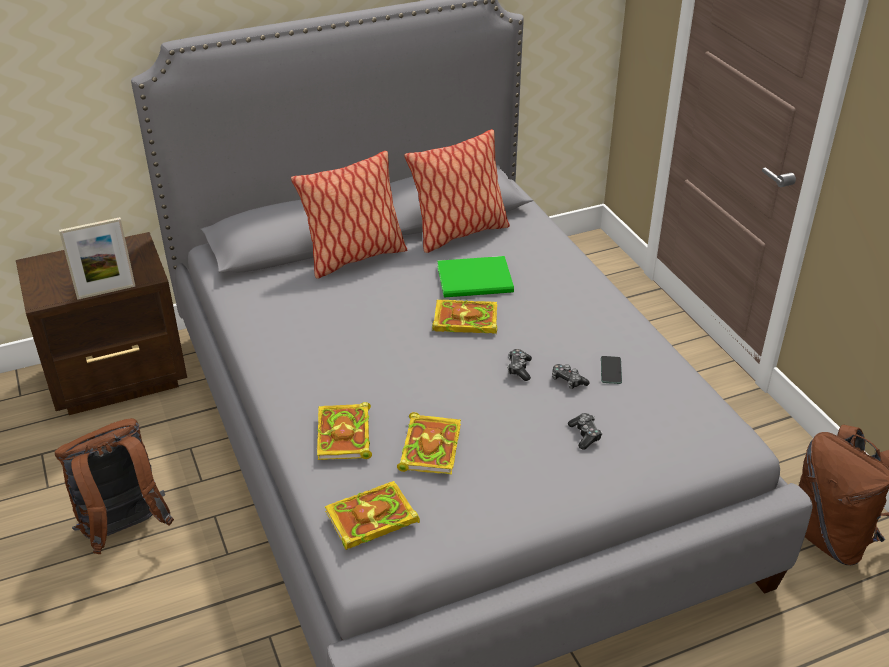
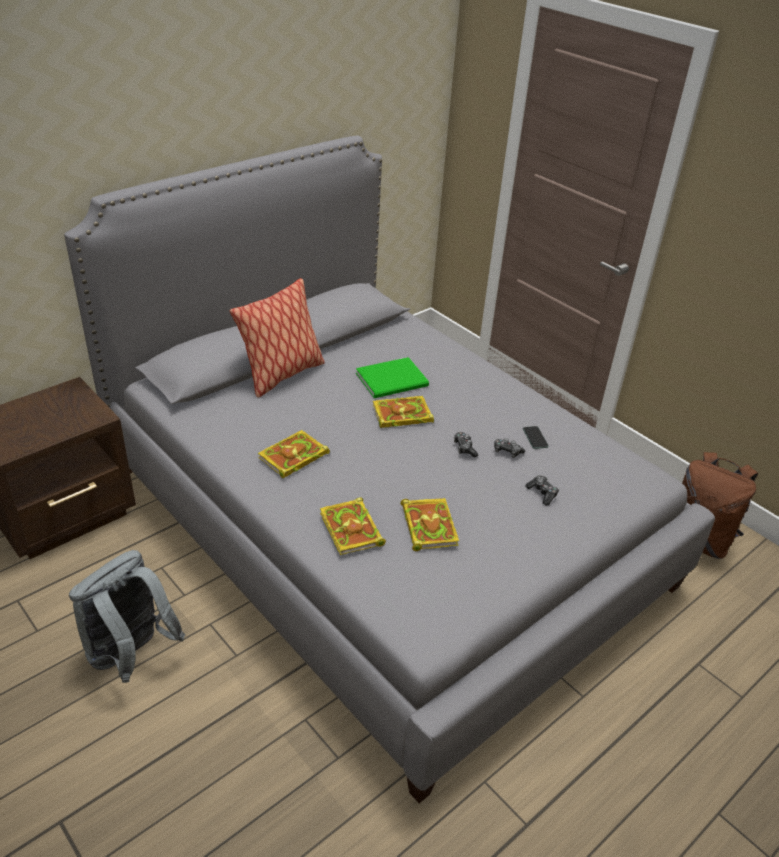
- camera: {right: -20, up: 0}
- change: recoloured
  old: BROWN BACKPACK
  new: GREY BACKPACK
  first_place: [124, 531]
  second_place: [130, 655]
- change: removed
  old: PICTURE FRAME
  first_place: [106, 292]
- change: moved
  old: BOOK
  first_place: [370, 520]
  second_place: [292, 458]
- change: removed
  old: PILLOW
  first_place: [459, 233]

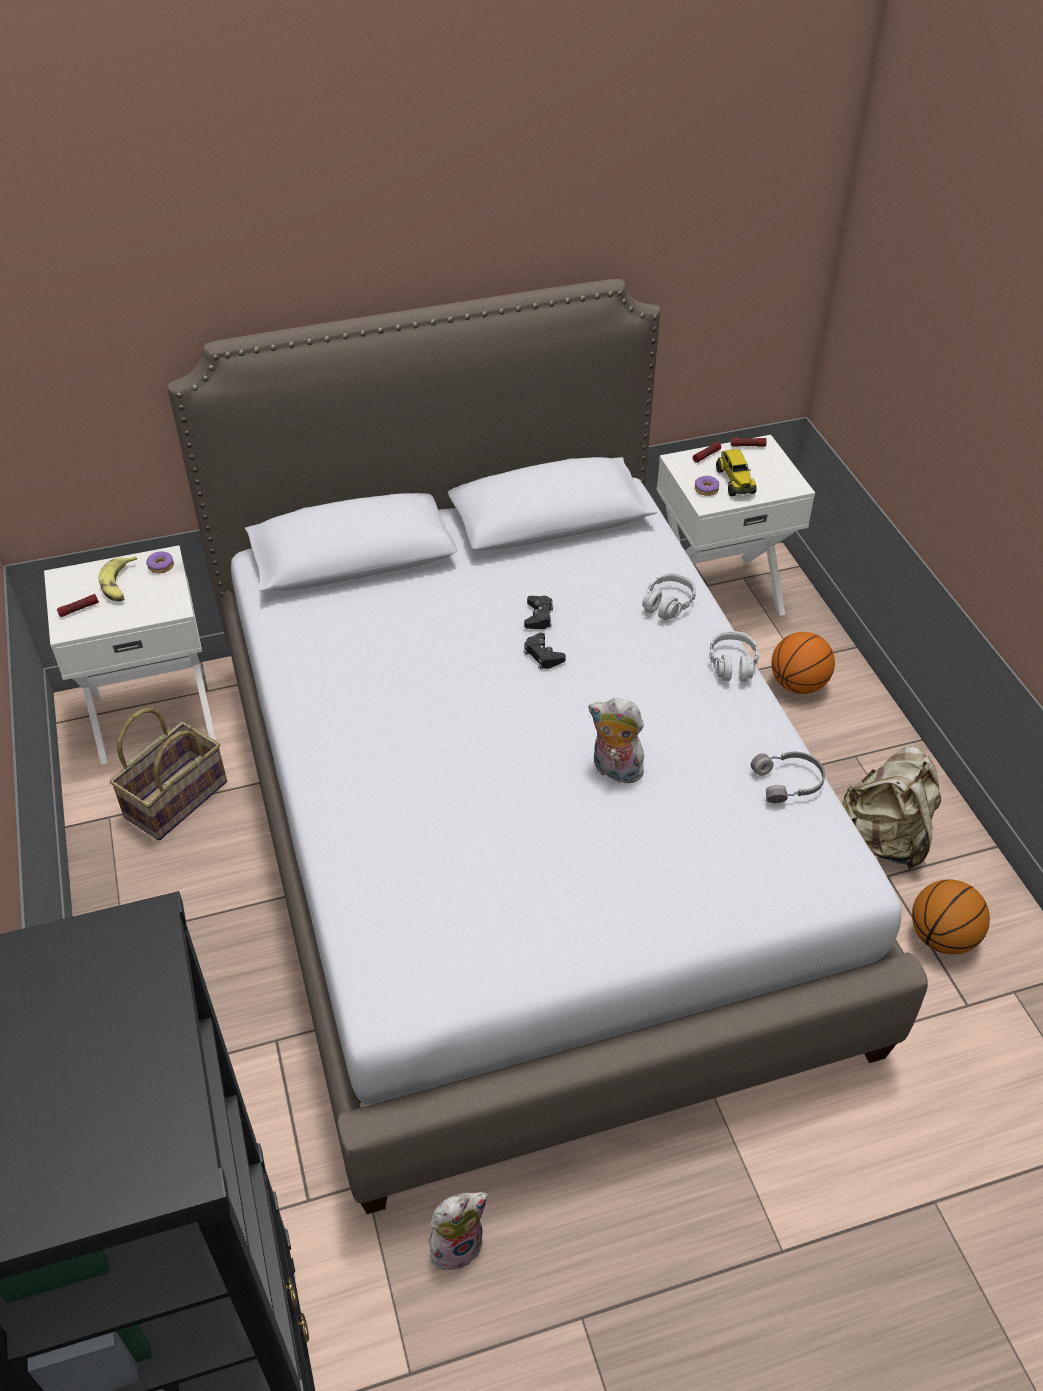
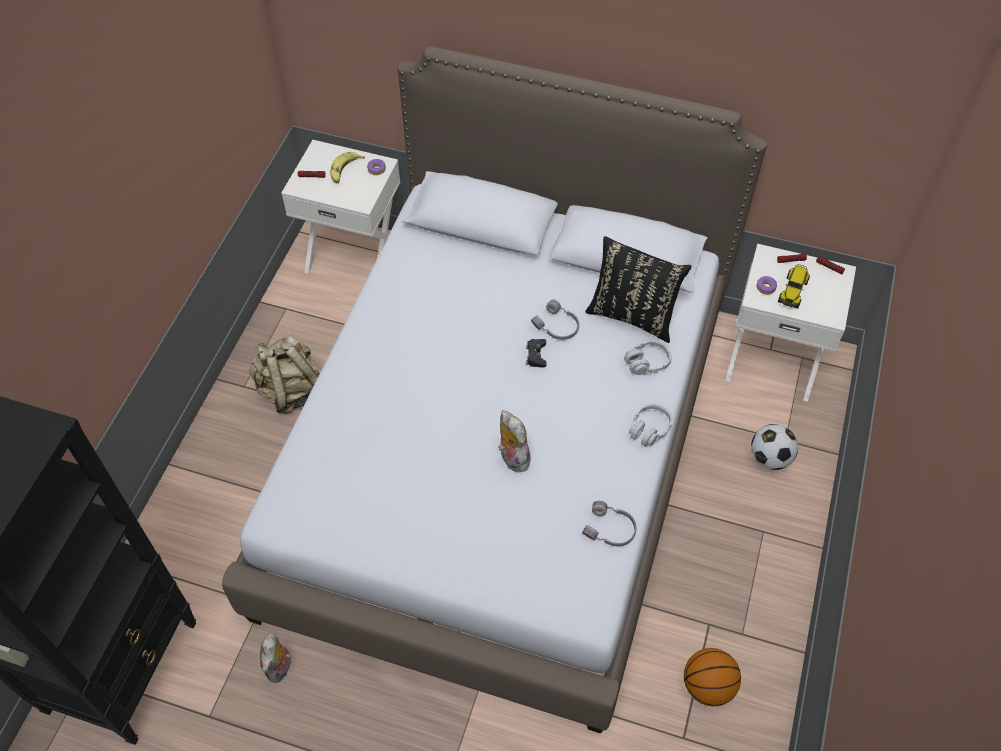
- camera: {right: 35, up: 10}
- change: removed
  old: BASKET
  first_place: [175, 798]
- change: turned
  old: PLUSH TOY
  first_place: [457, 1244]
  second_place: [280, 668]
  degrees: 90
- change: replaced
  old: BLACK GAME CONTROLLER
  new: GREY HEADPHONES
  first_place: [538, 616]
  second_place: [557, 326]
- change: replaced
  old: BASKETBALL
  new: FOOTBALL
  first_place: [798, 684]
  second_place: [769, 458]
- change: moved
  old: BEIGE BACKPACK
  first_place: [884, 839]
  second_place: [291, 390]
- change: added
  new: BLACK PILLOW
  second_place: [633, 315]

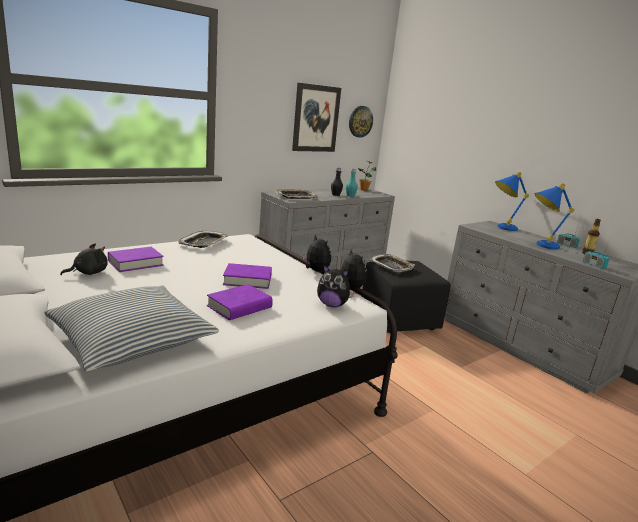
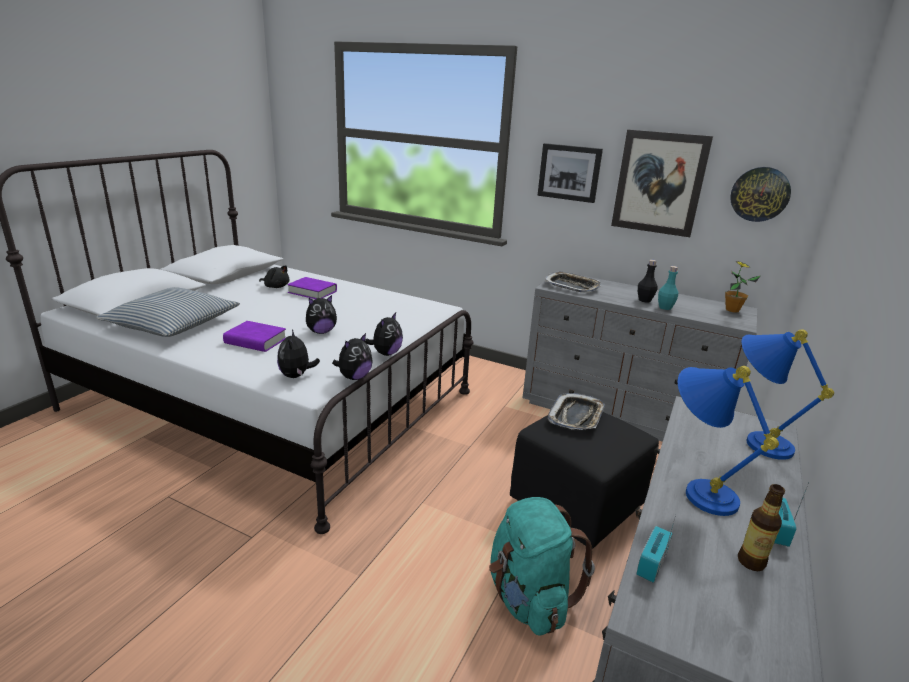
- camera: {right: 65, up: 5}
- change: removed
  old: TRAY
  first_place: [204, 243]
- change: replaced
  old: PURPLE BOOK
  new: PLUSH TOY
  first_place: [247, 280]
  second_place: [321, 332]
- change: added
  new: TURQUOISE BACKPACK
  second_place: [528, 598]
- change: added
  new: PICTURE
  second_place: [569, 172]

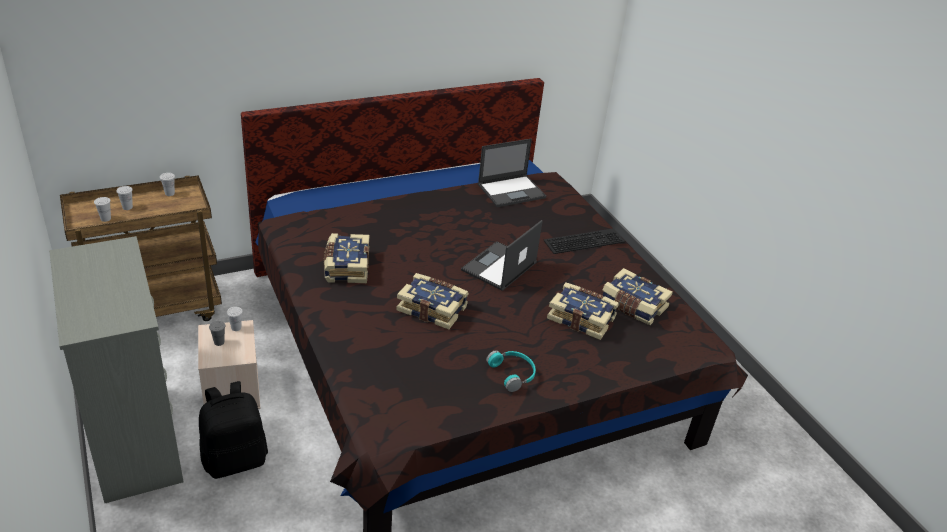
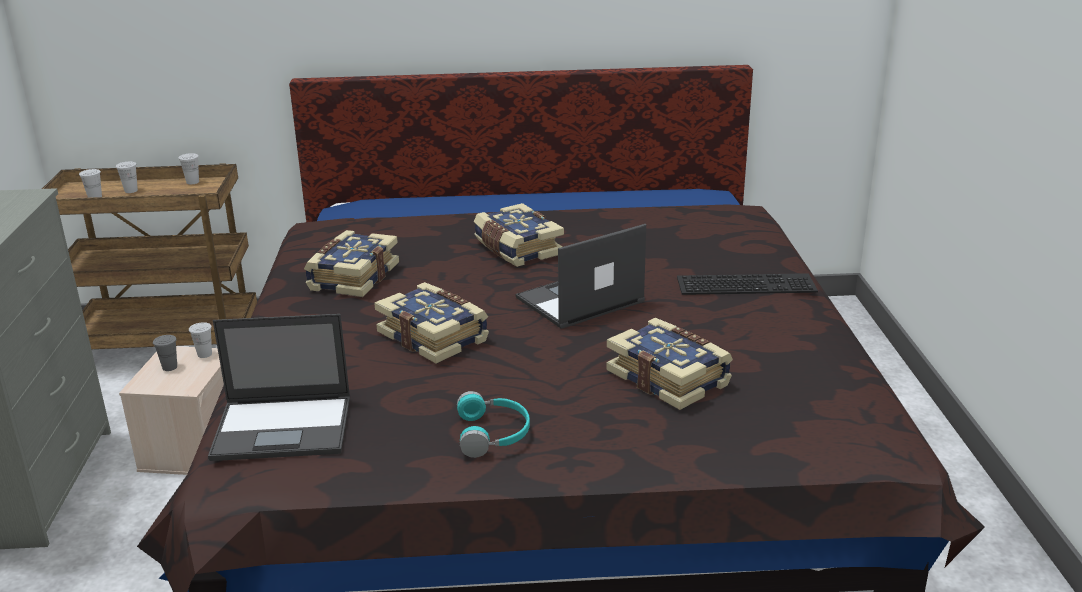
- camera: {right: 25, up: -10}
- change: removed
  old: BLACK BACKPACK
  first_place: [235, 459]
- change: moved
  old: LAPTOP
  first_place: [512, 191]
  second_place: [285, 428]
- change: moved
  old: BOOK
  first_place: [633, 306]
  second_place: [516, 249]

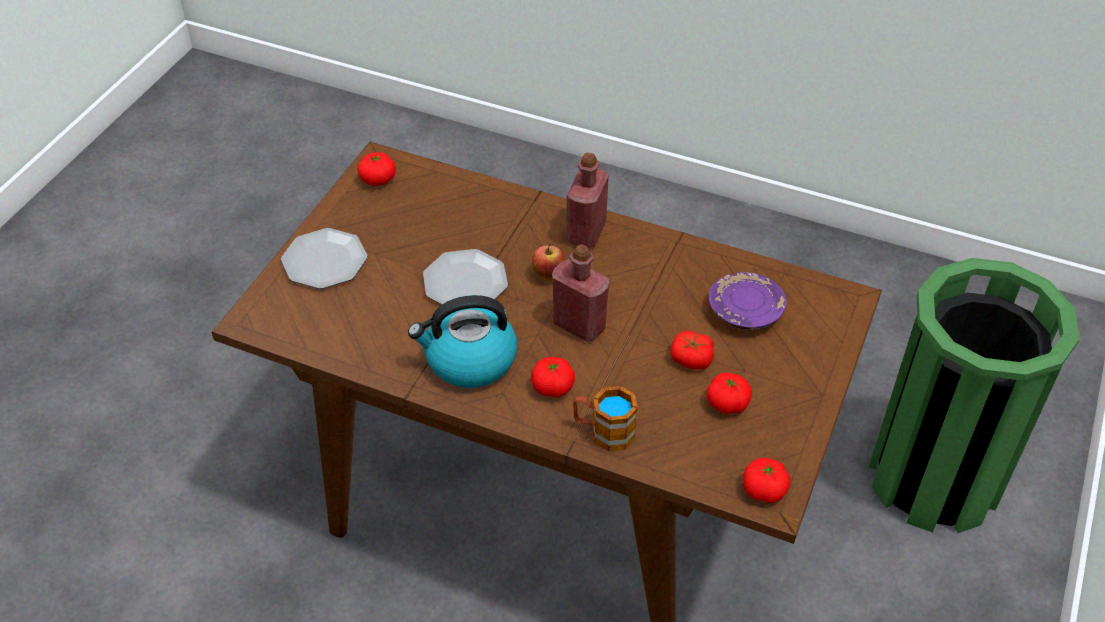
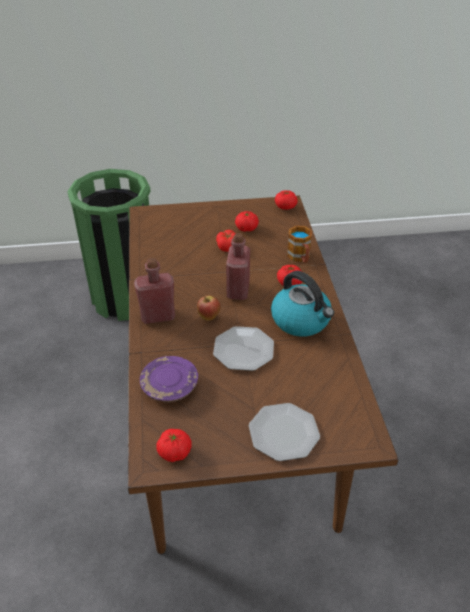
- camera: {right: -120, up: -5}
- change: moved
  old: PURPLE PLATE
  first_place: [745, 311]
  second_place: [170, 386]

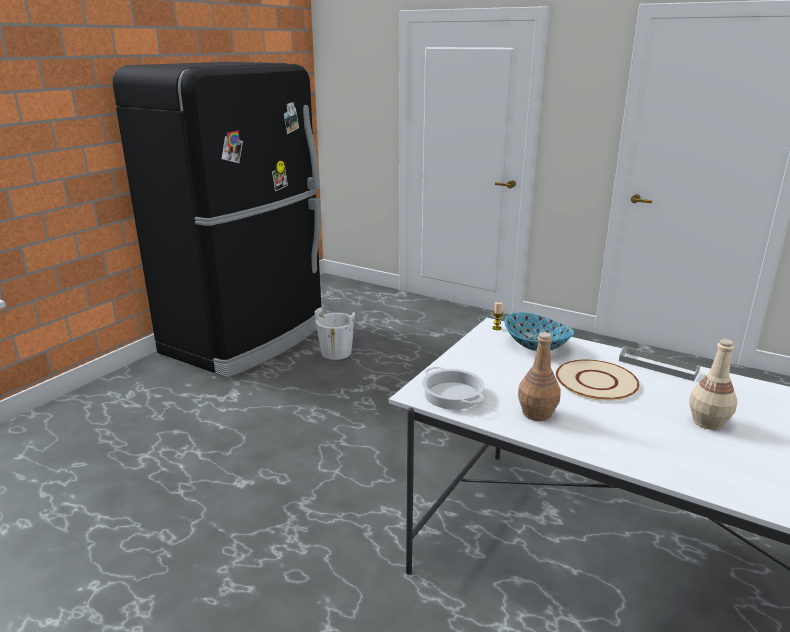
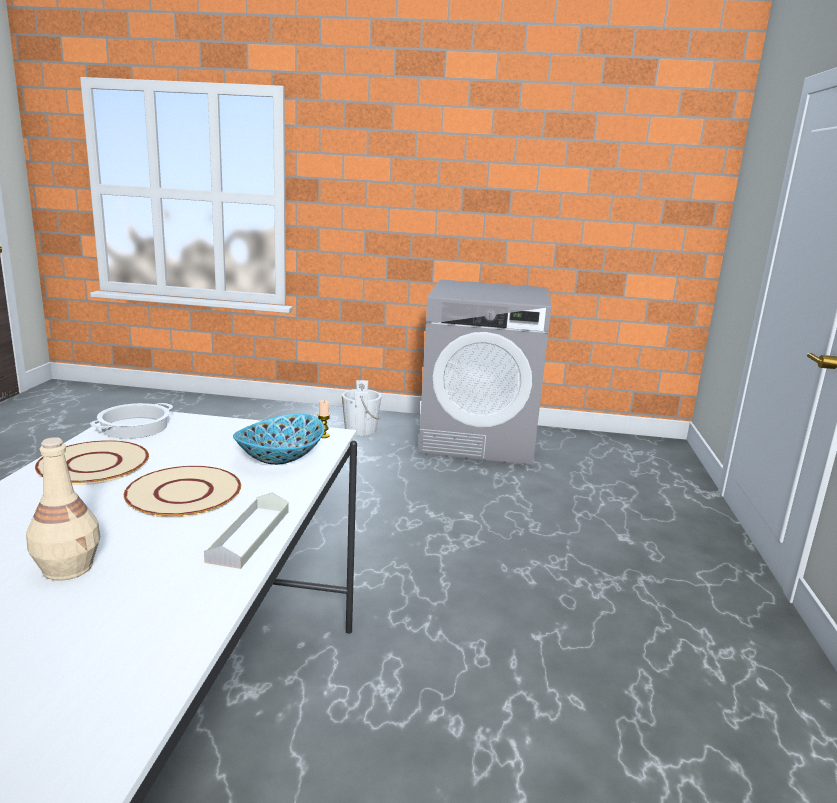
- camera: {right: 65, up: -5}
- change: replaced
  old: BLACK FRIDGE
  new: GREY WASHING MACHINE
  first_place: [248, 338]
  second_place: [478, 440]
- change: moved
  old: WHITE BUCKET
  first_place: [336, 353]
  second_place: [360, 430]
- change: replaced
  old: BROWN BOTTLE
  new: BEIGE PLATE
  first_place: [537, 413]
  second_place: [93, 465]

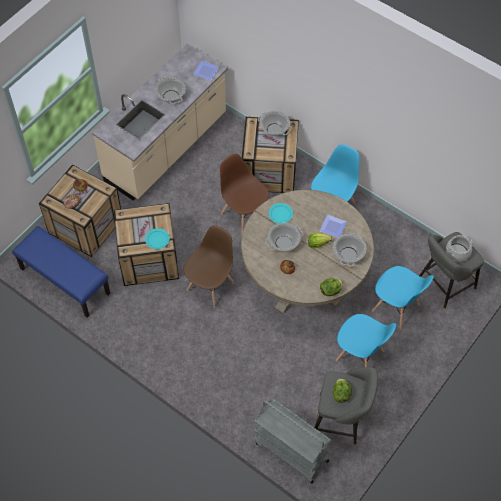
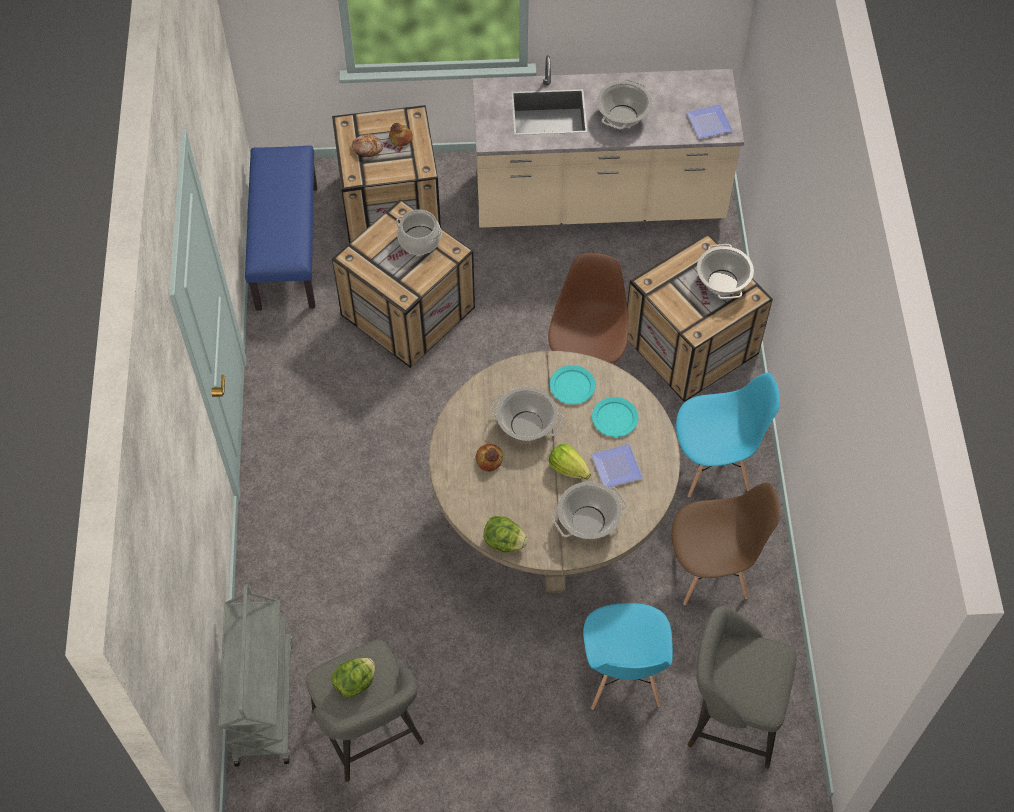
- camera: {right: 50, up: 0}
- change: moved
  old: TURQUOISE PLATE
  first_place: [157, 239]
  second_place: [615, 418]
- change: moved
  old: BROWN CHAIR
  first_place: [210, 286]
  second_place: [711, 572]
- change: removed
  old: BLUE CHAIR
  first_place: [360, 356]
- change: moved
  old: COOKING POT
  first_place: [457, 252]
  second_place: [419, 240]

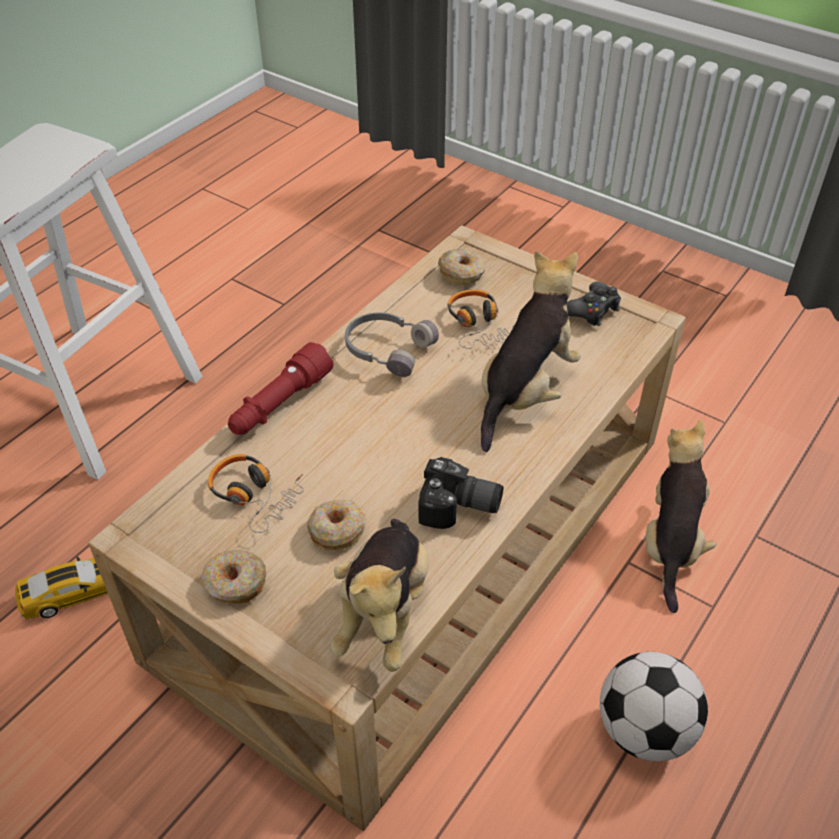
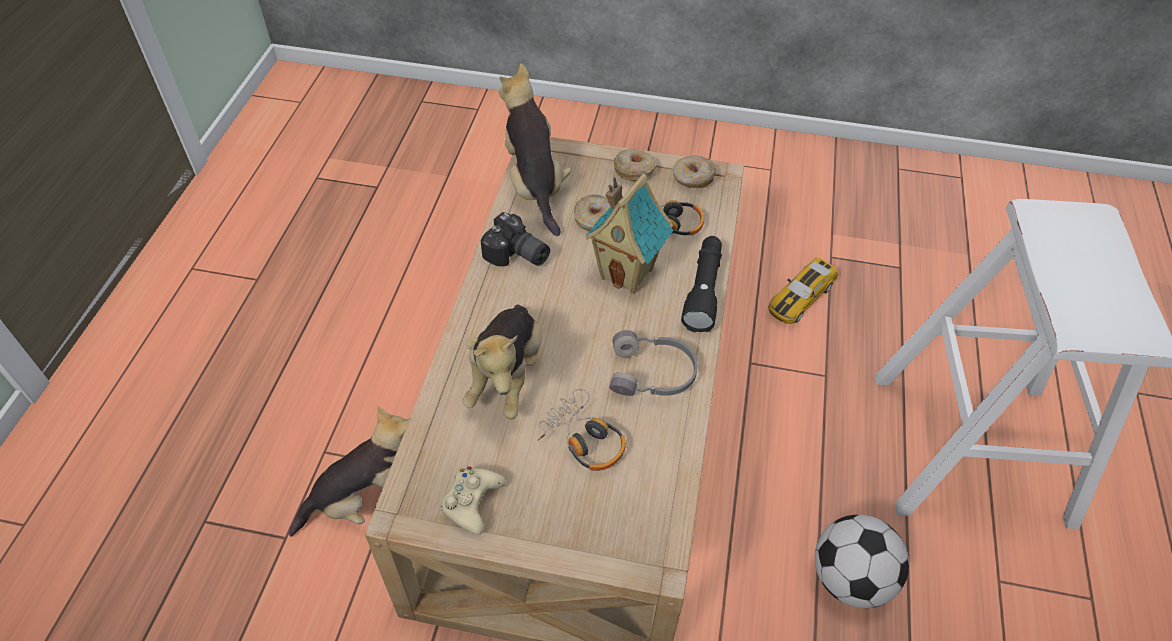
- camera: {right: 155, up: 5}
- change: recoloured
  old: RED FLASHLIGHT
  new: BLACK FLASHLIGHT
  first_place: [280, 404]
  second_place: [703, 290]
- change: turned
  old: PHOTO CAMERA
  first_place: [459, 508]
  second_place: [516, 256]
  degrees: -135
- change: moved
  old: DONUT
  first_place: [462, 273]
  second_place: [692, 178]
- change: recoloured
  old: BLACK GAME CONTROLLER
  new: BEIGE GAME CONTROLLER
  first_place: [592, 310]
  second_place: [472, 502]
- change: moved
  old: FOOTBALL
  first_place: [644, 730]
  second_place: [850, 579]
- change: turned
  old: PLUSH TOY
  first_place: [671, 543]
  second_place: [365, 499]
  degrees: -105
- change: added
  new: TOY HOUSE
  second_place: [628, 273]

